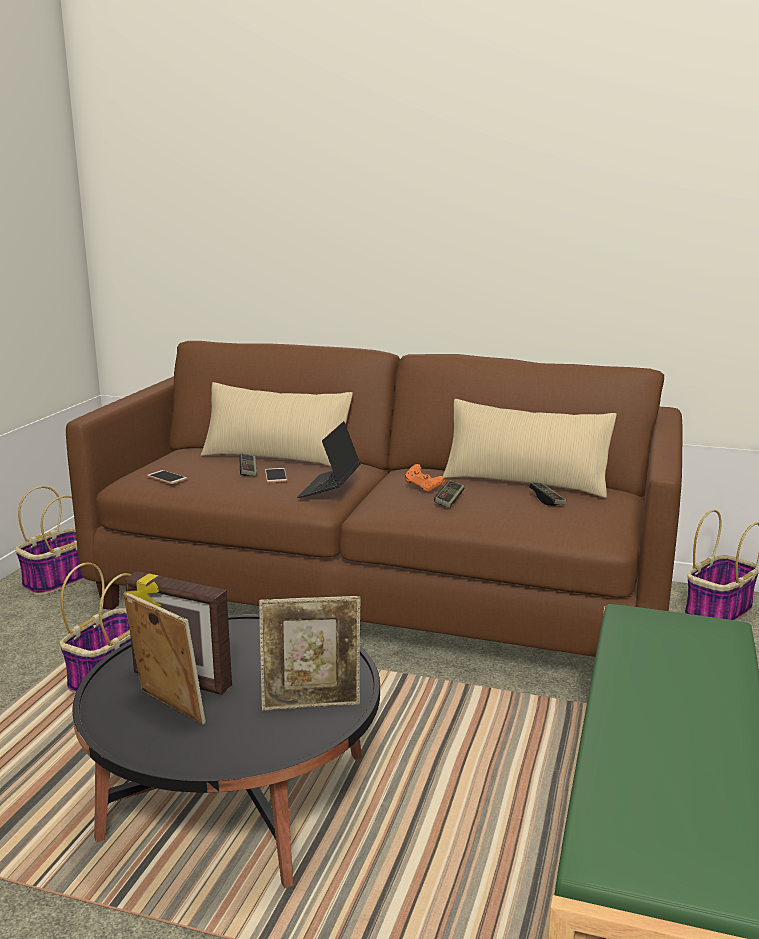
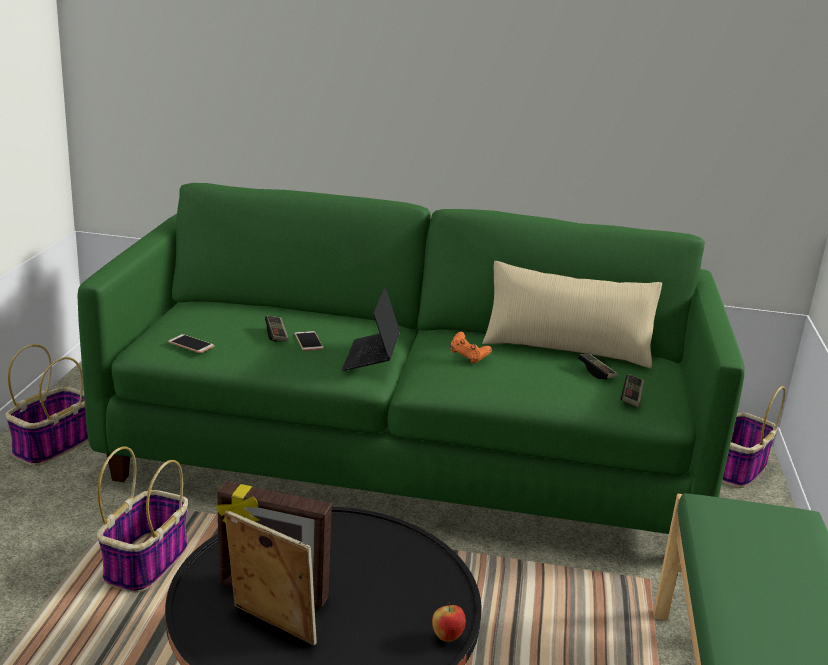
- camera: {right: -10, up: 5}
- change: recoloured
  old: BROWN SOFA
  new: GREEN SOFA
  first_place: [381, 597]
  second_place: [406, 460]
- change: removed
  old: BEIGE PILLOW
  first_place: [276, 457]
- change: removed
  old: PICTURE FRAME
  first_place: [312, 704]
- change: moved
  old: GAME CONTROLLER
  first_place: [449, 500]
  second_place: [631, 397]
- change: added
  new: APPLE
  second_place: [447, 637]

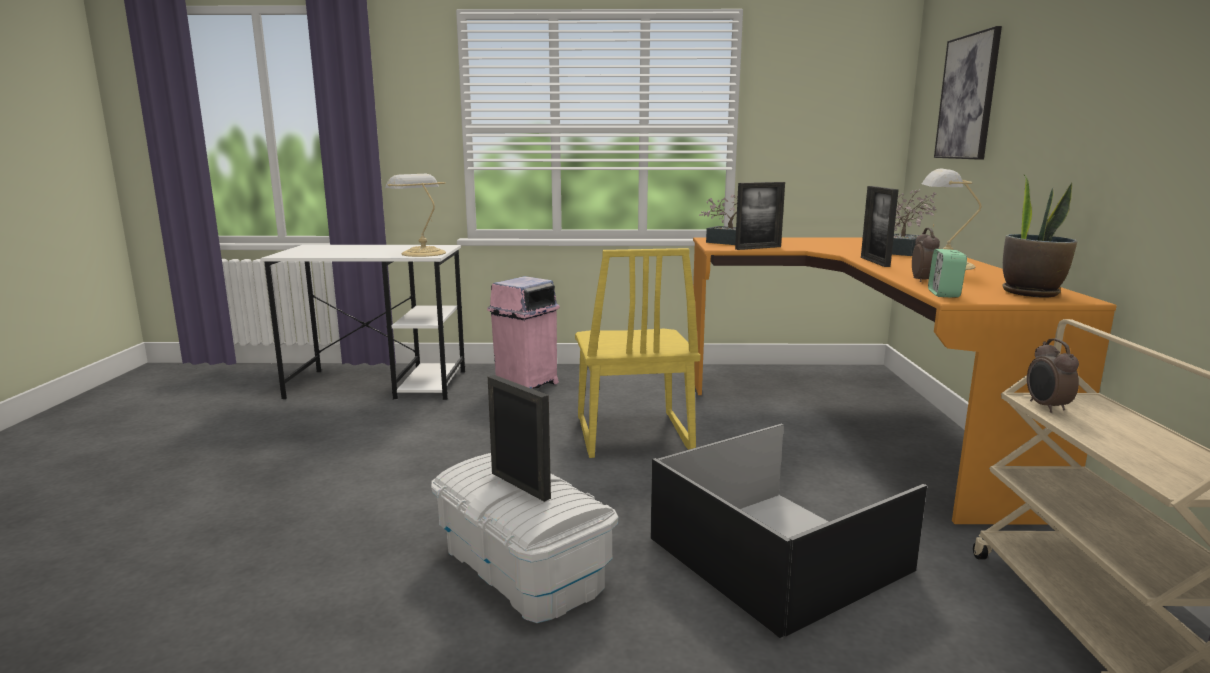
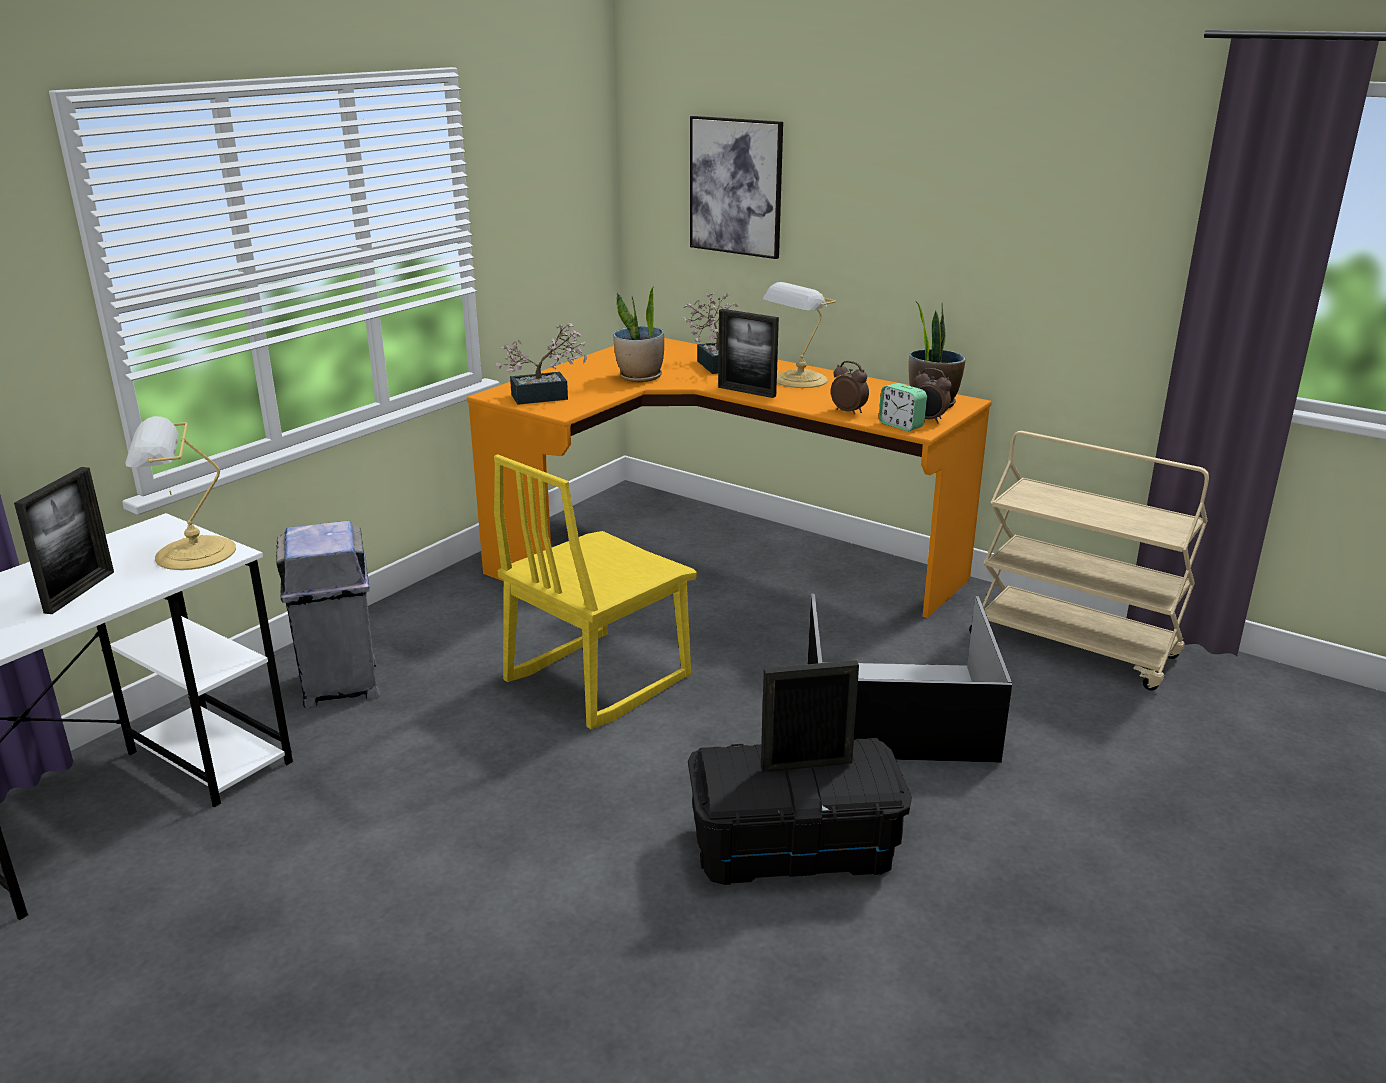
- camera: {right: -55, up: 10}
- change: recoloured
  old: WHITE STORAGE BOX
  new: BLACK STORAGE BOX
  first_place: [521, 567]
  second_place: [793, 848]
- change: recoloured
  old: PINK TRASH CAN
  new: GREY TRASH CAN
  first_place: [526, 385]
  second_place: [340, 686]
- change: turned
  old: YELLOW CHAIR
  first_place: [631, 436]
  second_place: [596, 679]
  degrees: 105
- change: moved
  old: PICTURE FRAME
  first_place: [758, 248]
  second_place: [80, 592]
- change: moved
  old: ALARM CLOCK
  first_place: [1046, 407]
  second_place: [928, 420]
- change: added
  new: POTTED PLANT
  second_place: [640, 377]

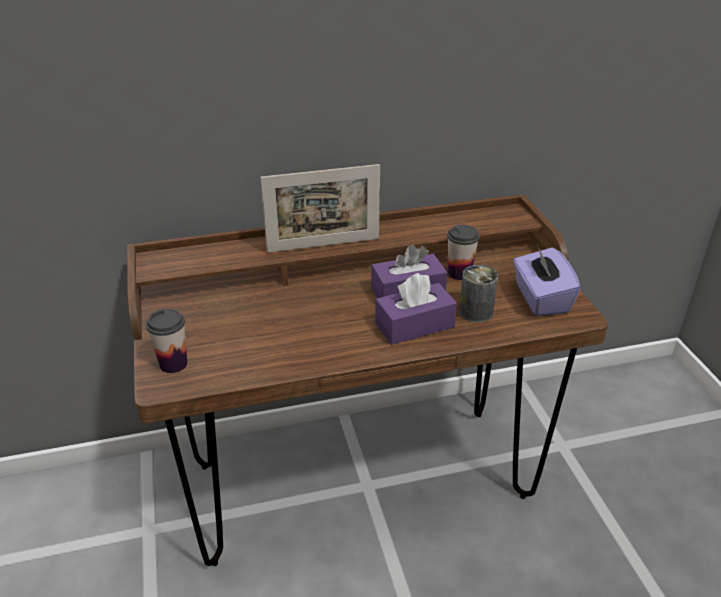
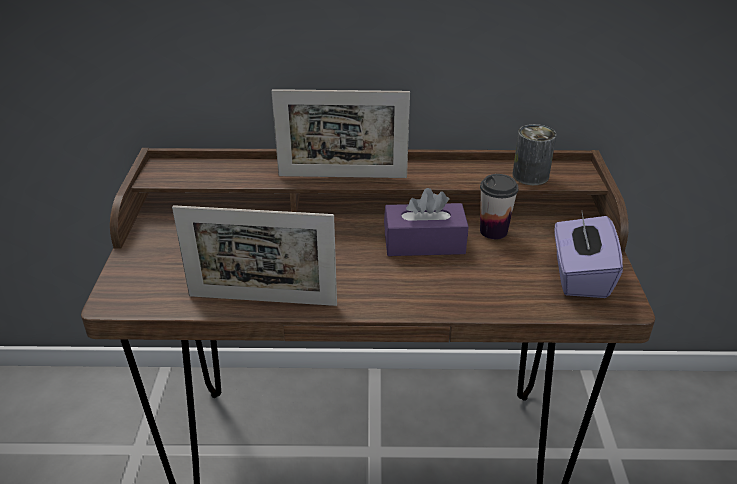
- camera: {right: 15, up: 0}
- change: removed
  old: CUP
  first_place: [173, 364]
- change: removed
  old: PURPLE TISSUE BOX
  first_place: [414, 325]
- change: moved
  old: CAN
  first_place: [476, 312]
  second_place: [530, 175]
- change: added
  new: PICTURE FRAME
  second_place: [262, 300]

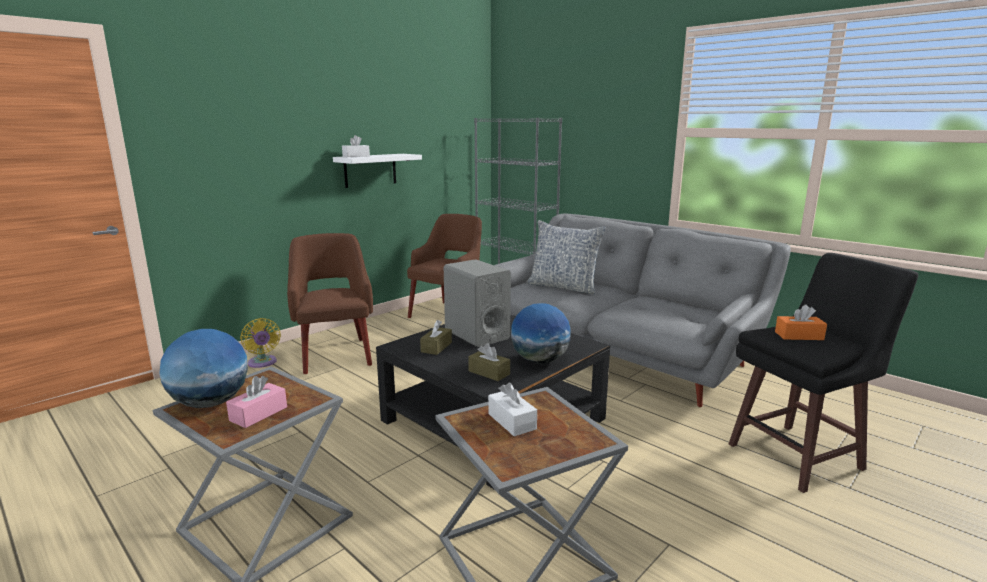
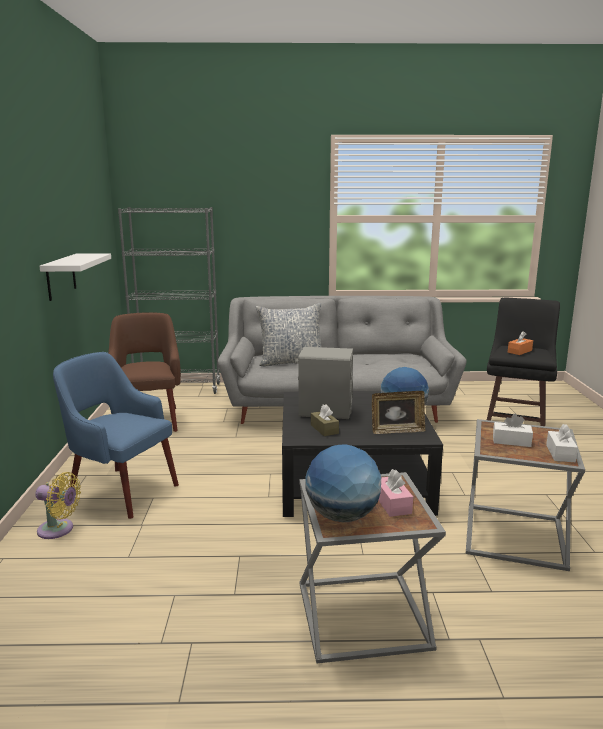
- camera: {right: -45, up: 0}
- change: recoloured
  old: BROWN ARMCHAIR
  new: BLUE ARMCHAIR
  first_place: [335, 354]
  second_place: [121, 491]
- change: moved
  old: WHITE TISSUE BOX
  first_place: [356, 156]
  second_place: [560, 453]
- change: replaced
  old: BROWN TISSUE BOX
  new: PICTURE FRAME
  first_place: [489, 372]
  second_place: [397, 431]

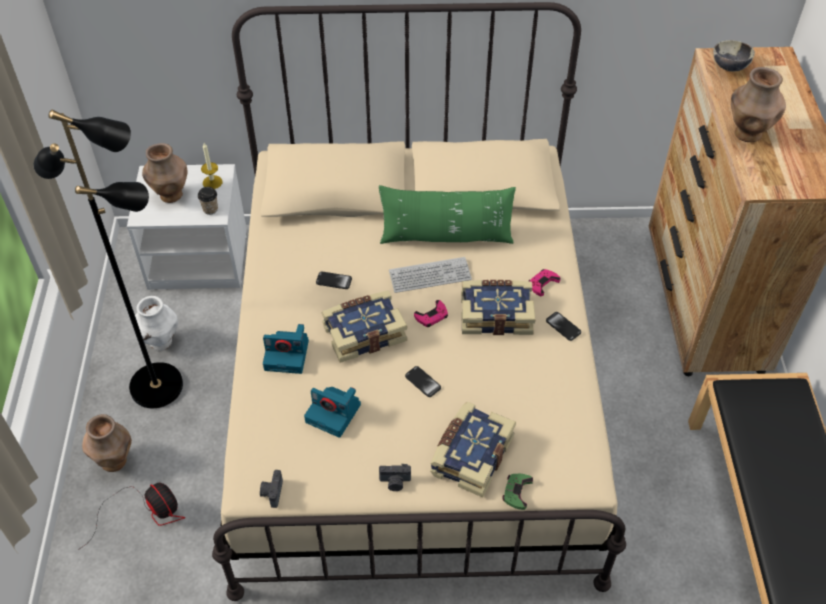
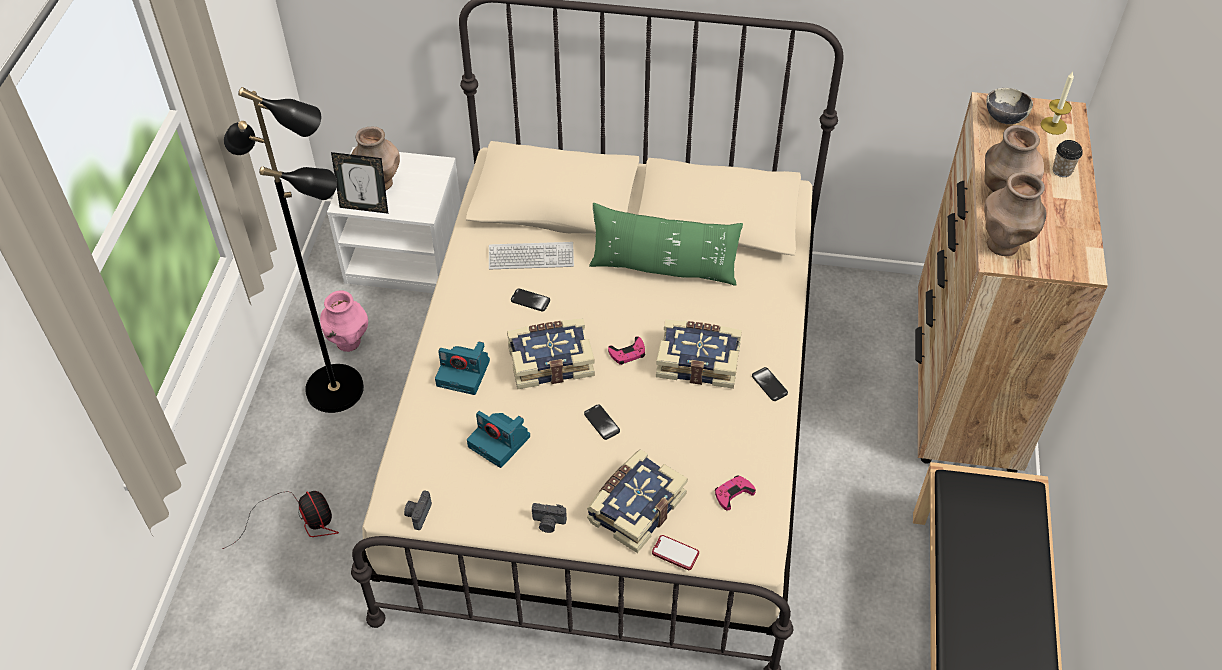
- camera: {right: 10, up: 0}
- change: moved
  old: BROWN VASE
  first_place: [115, 461]
  second_place: [1003, 245]
- change: recoloured
  old: WHITE VASE
  new: PINK VASE
  first_place: [161, 342]
  second_place: [348, 342]
- change: moved
  old: CUP
  first_place: [210, 209]
  second_place: [1062, 170]
- change: moved
  old: CANDLE
  first_place: [212, 182]
  second_place: [1053, 125]
- change: moved
  old: KEYBOARD
  first_place: [430, 276]
  second_place: [531, 257]
- change: replaced
  old: GREEN GAME CONTROLLER
  new: PHONE
  first_place: [517, 492]
  second_place: [675, 553]
- change: moved
  old: PINK GAME CONTROLLER
  first_place: [542, 283]
  second_place: [733, 494]
- change: added
  new: PICTURE FRAME
  second_place: [365, 207]

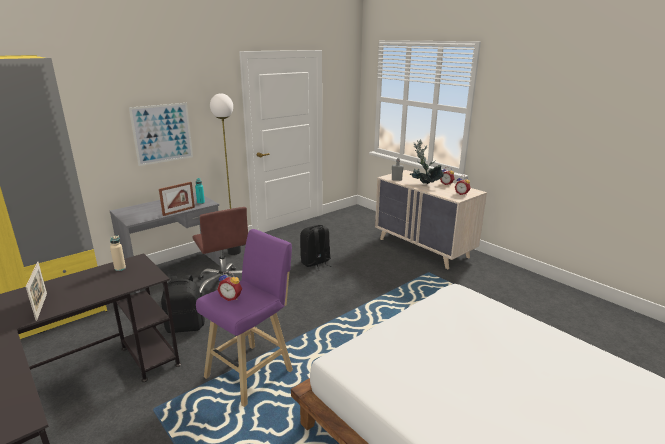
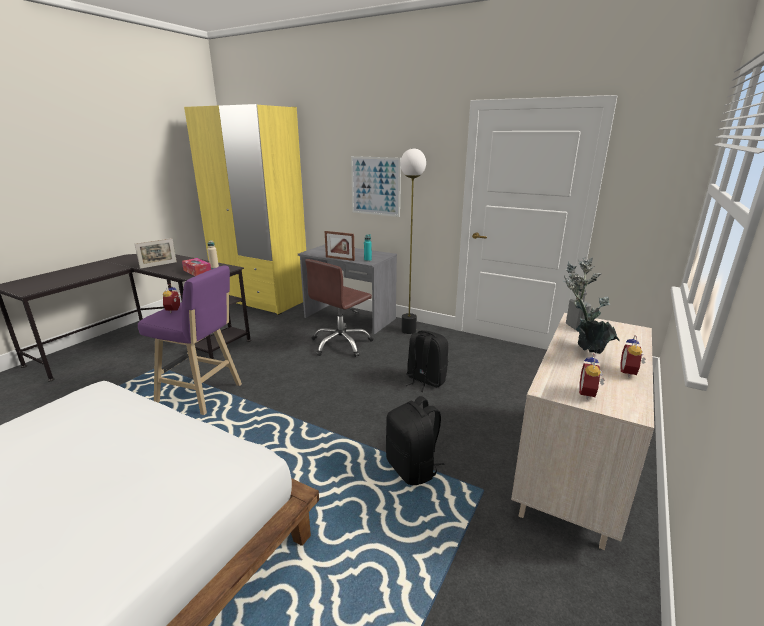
- camera: {right: 70, up: 0}
- change: moved
  old: BLACK BACKPACK
  first_place: [185, 326]
  second_place: [412, 468]
- change: added
  new: TISSUE BOX
  second_place: [197, 272]

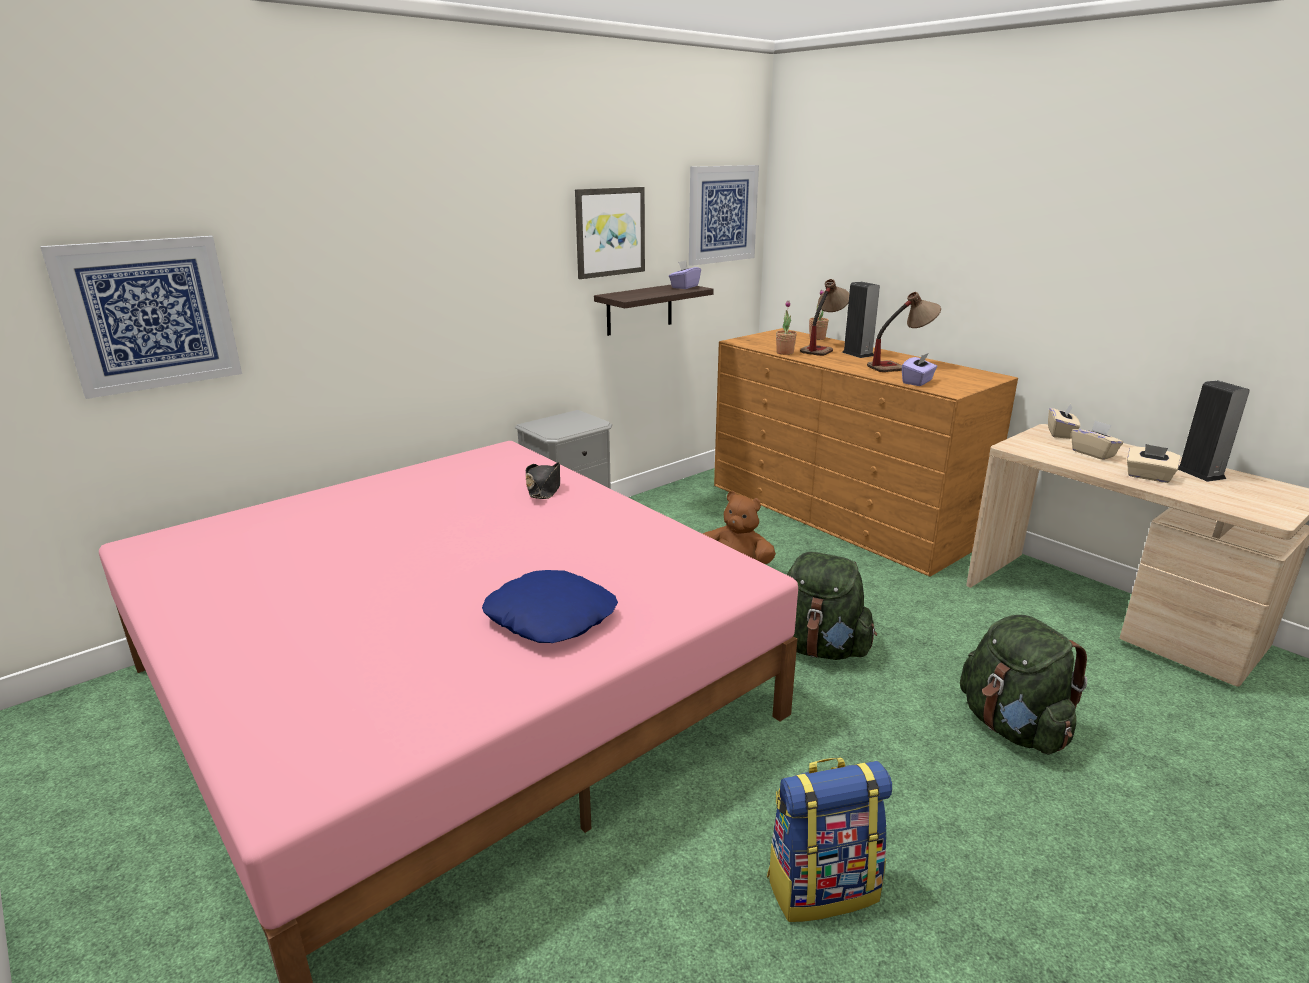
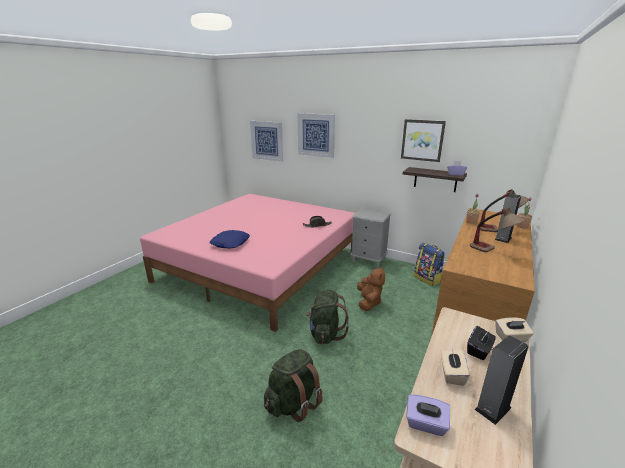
- camera: {right: 70, up: 0}
- change: moved
  old: PICTURE
  first_place: [722, 214]
  second_place: [316, 135]
- change: moved
  old: BACKPACK
  first_place: [822, 887]
  second_place: [427, 279]
- change: moved
  old: PURPLE TISSUE BOX
  first_place: [917, 382]
  second_place: [425, 424]
- change: recoloured
  old: BEIGE TISSUE BOX
  new: BLACK TISSUE BOX
  first_place: [1093, 453]
  second_place: [479, 350]

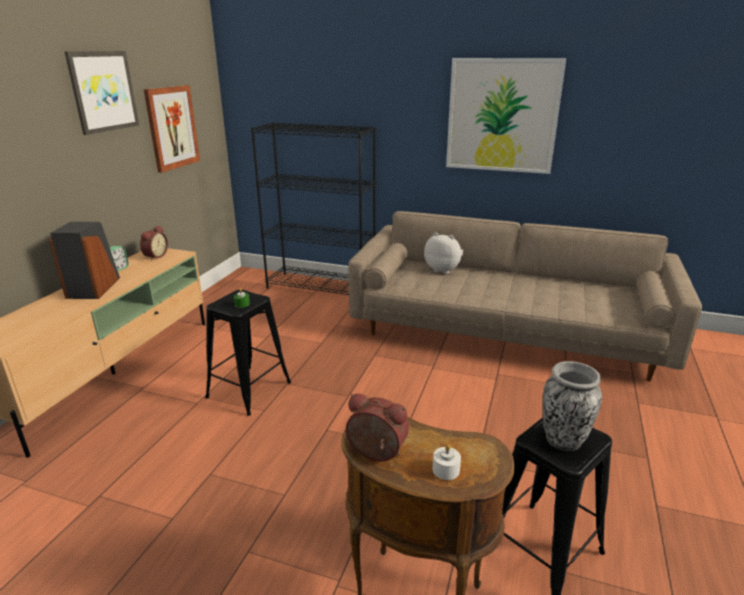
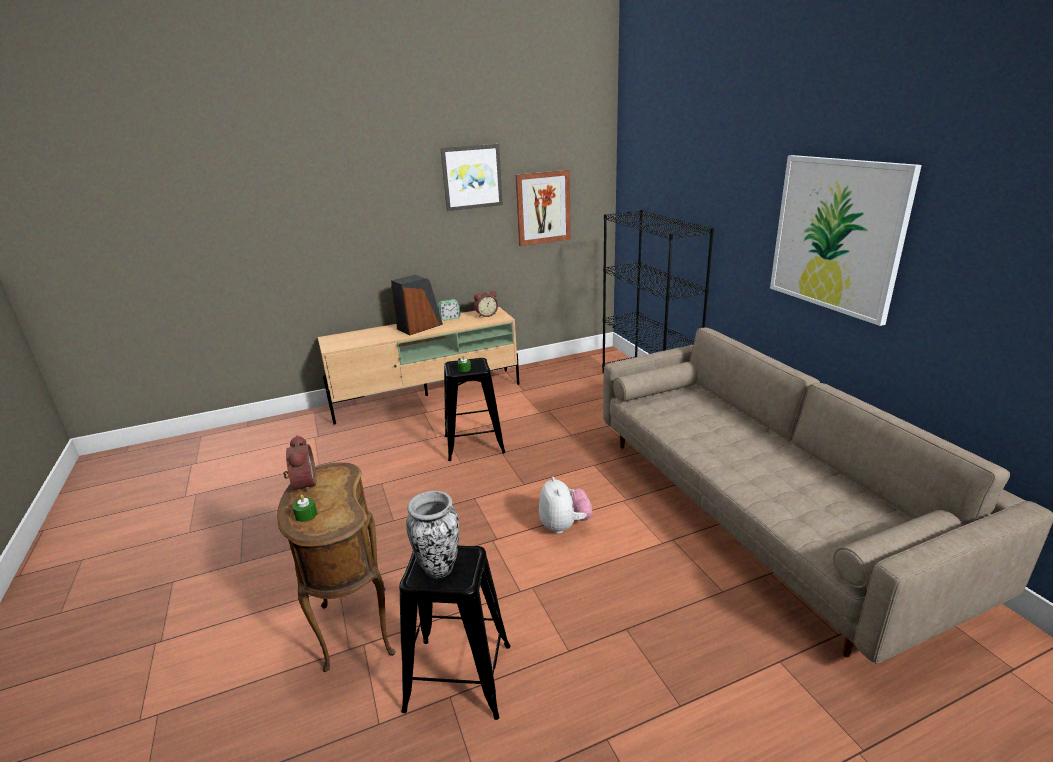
- camera: {right: 50, up: 0}
- change: moved
  old: PLUSH TOY
  first_place: [443, 270]
  second_place: [564, 526]
- change: recoloured
  old: WHITE CANDLE
  new: GREEN CANDLE
  first_place: [446, 470]
  second_place: [306, 515]

